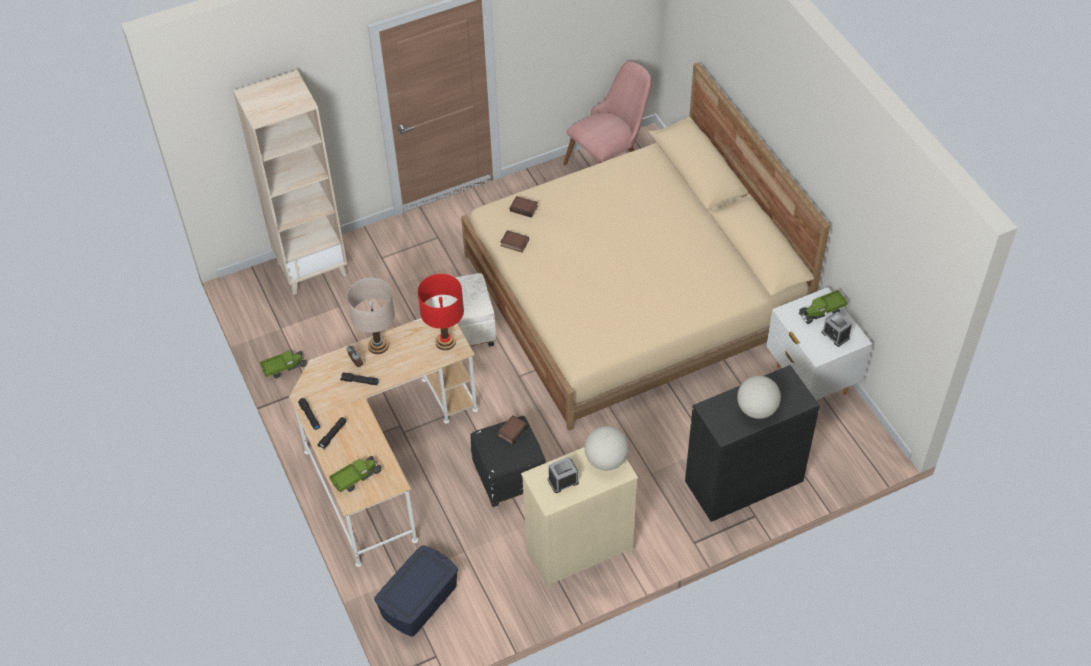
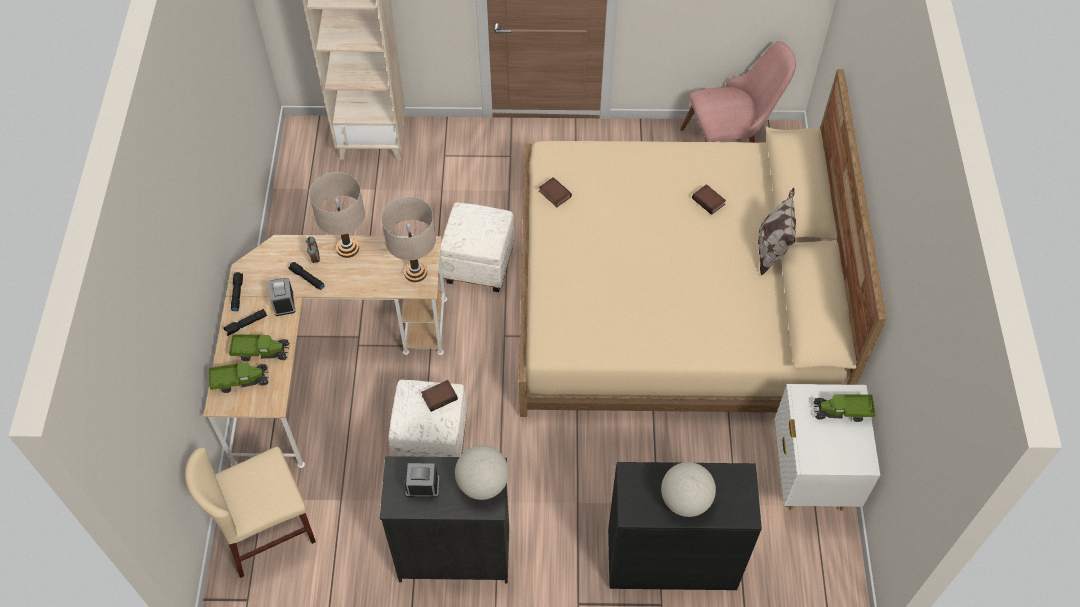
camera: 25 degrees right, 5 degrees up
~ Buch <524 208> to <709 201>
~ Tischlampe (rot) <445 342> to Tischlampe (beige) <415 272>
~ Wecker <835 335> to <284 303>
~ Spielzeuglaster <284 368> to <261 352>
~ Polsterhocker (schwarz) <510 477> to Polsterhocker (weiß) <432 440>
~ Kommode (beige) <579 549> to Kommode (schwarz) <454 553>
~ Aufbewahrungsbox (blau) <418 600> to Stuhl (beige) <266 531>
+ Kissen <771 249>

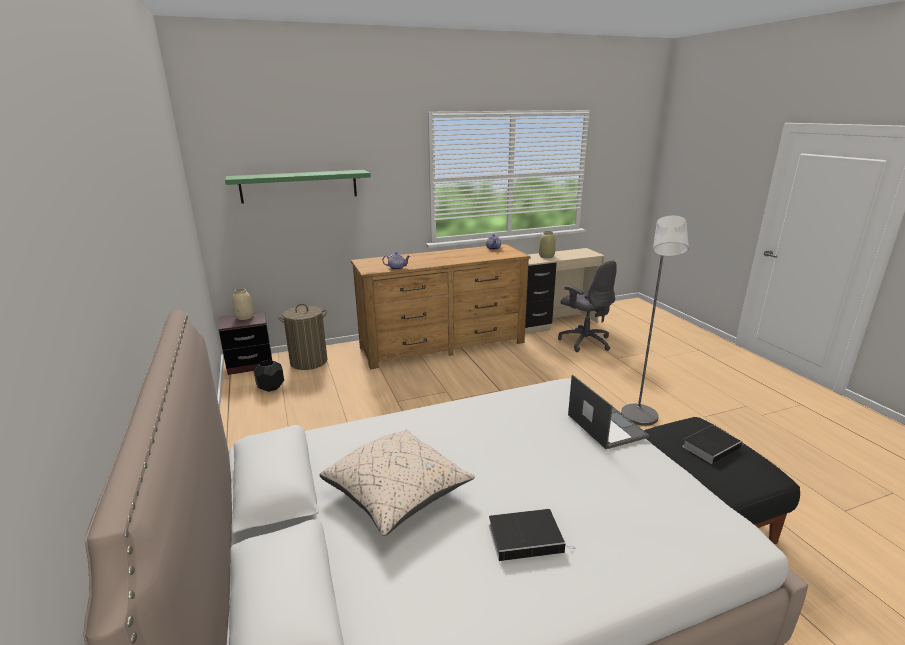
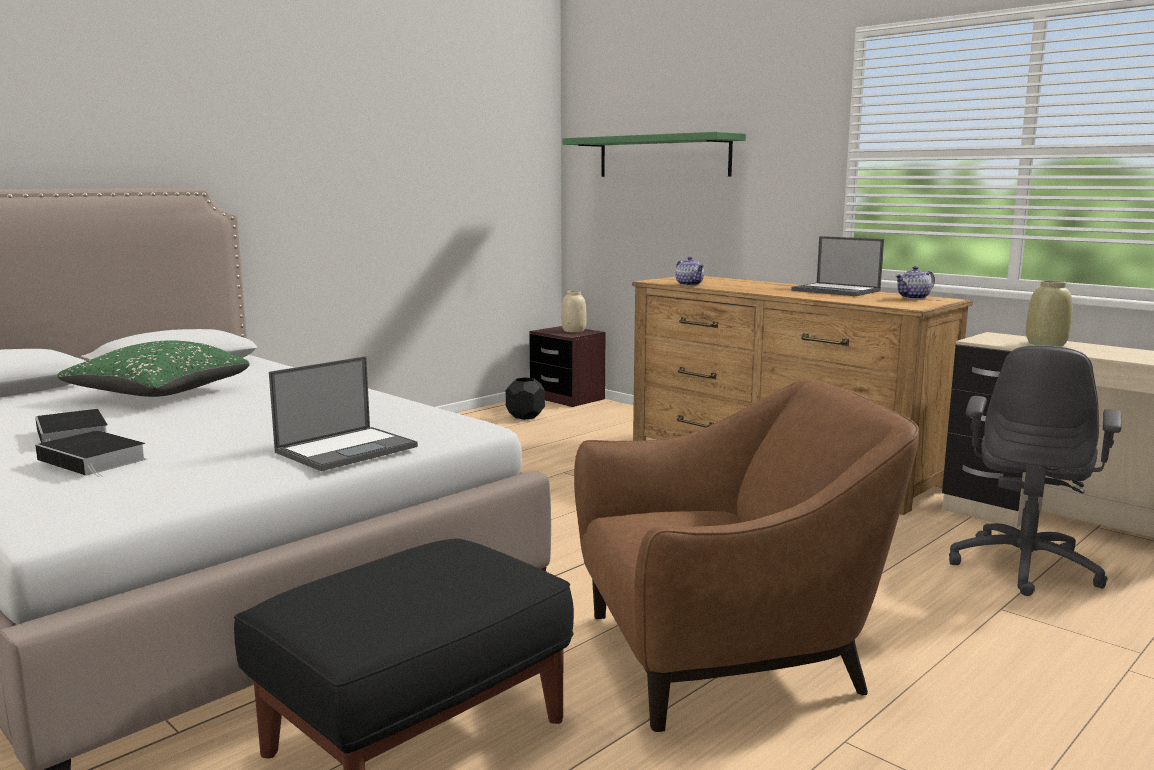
camera: 65 degrees right, 10 degrees down
~ Stehlampe (grau) <640 419> to Sessel (braun) <726 656>
- Wäschekorb <309 361>
~ Buch <711 446> to <95 460>
~ Kissen (beige) <397 494> to Kissen (grün) <159 395>
+ Laptop <837 291>

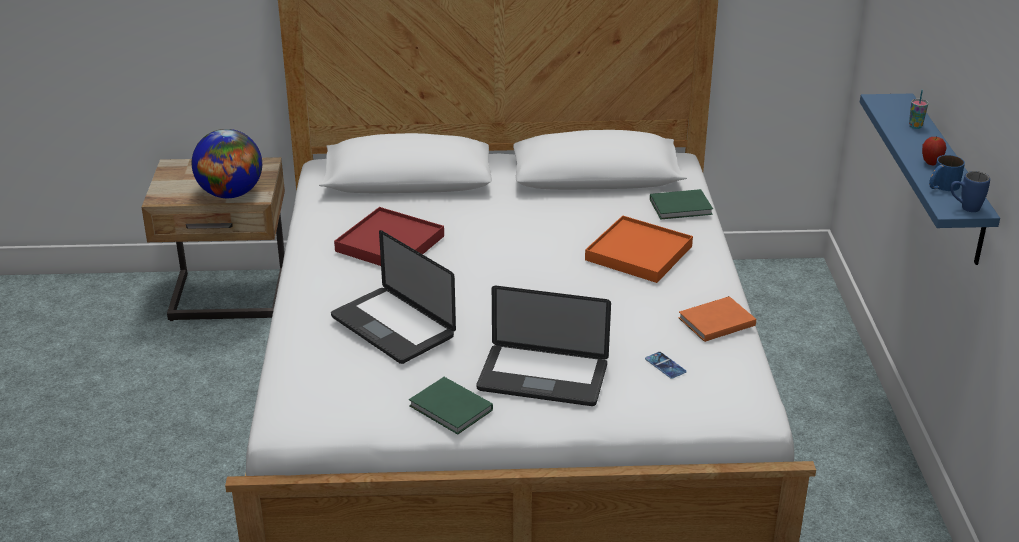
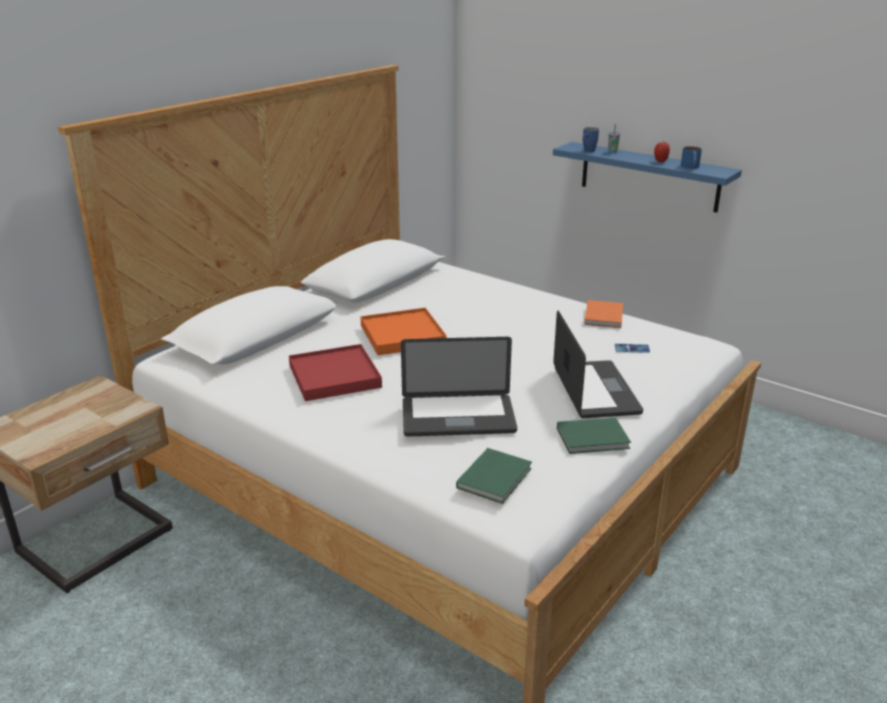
camera: 50 degrees left, 5 degrees down
- Globus <231 194>
~ Henkelbecher (blau) <964 208> to <587 151>
~ Buch (grün) <682 207> to <496 477>
~ Tablett (orange) <639 253> to <403 335>
~ Laptop <542 377> = <595 391> 60 degrees counterclockwise

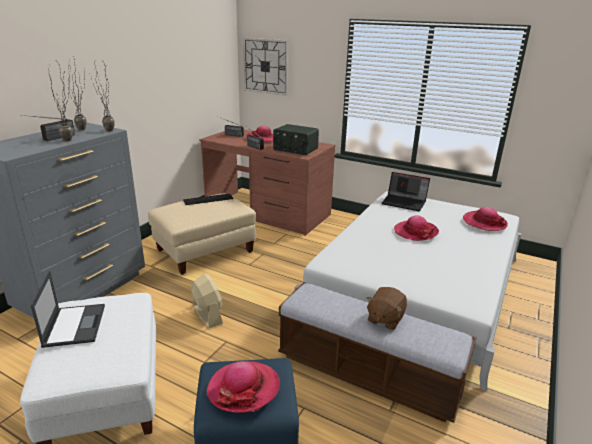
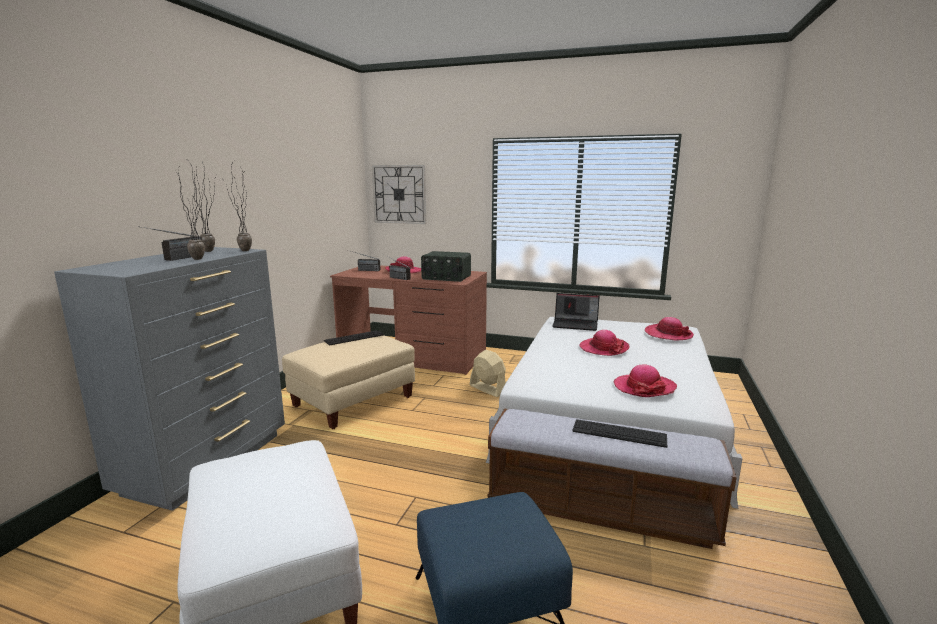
camera: 10 degrees left, 10 degrees down
- Laptop <75 325>
~ Ventilator (beige) <207 314> to <487 389>
~ Plüschtier (braun) <384 319> to Tastatur <619 433>
~ Hut <244 388> to <644 387>

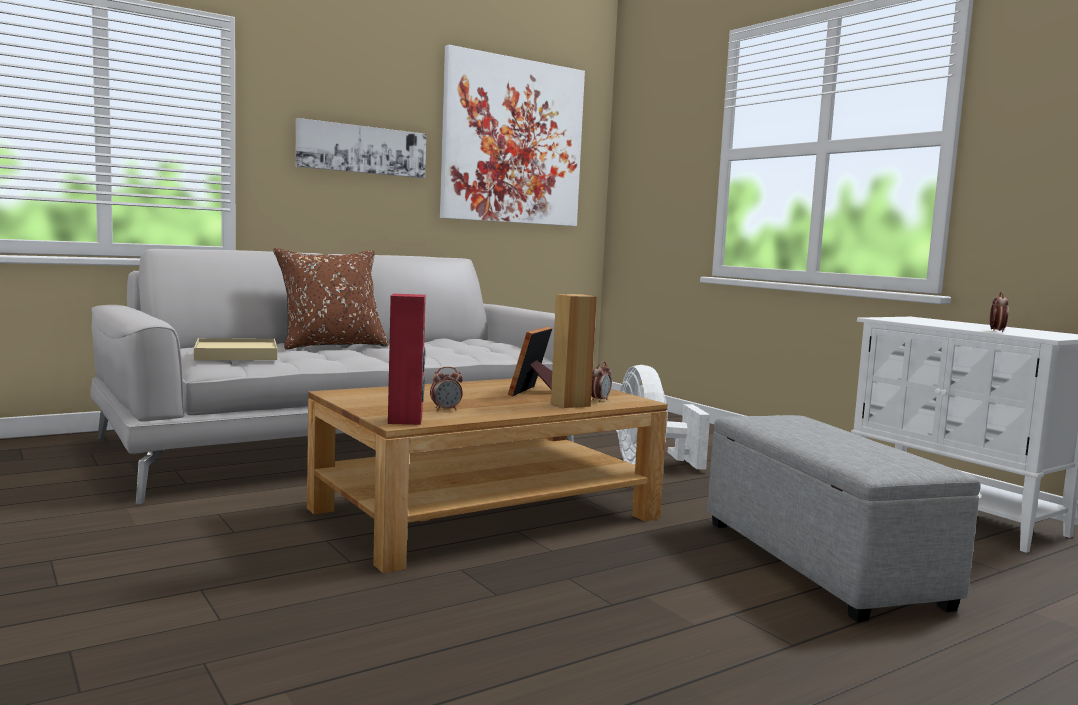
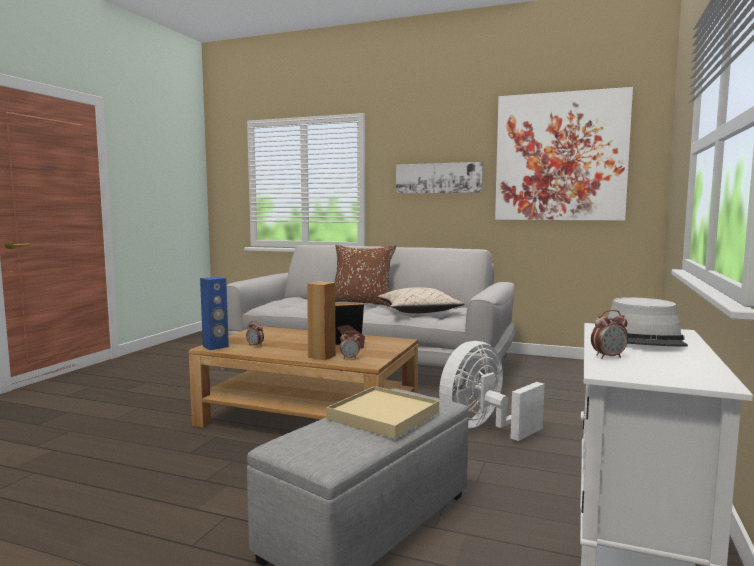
camera: 55 degrees right, 0 degrees up
~ Lautsprecher (rot) <406 420> to Lautsprecher (blau) <215 347>
~ Tablett (beige) <236 354> to <383 416>
+ Kissen (beige) <418 312>
+ Hut (grau) <644 339>

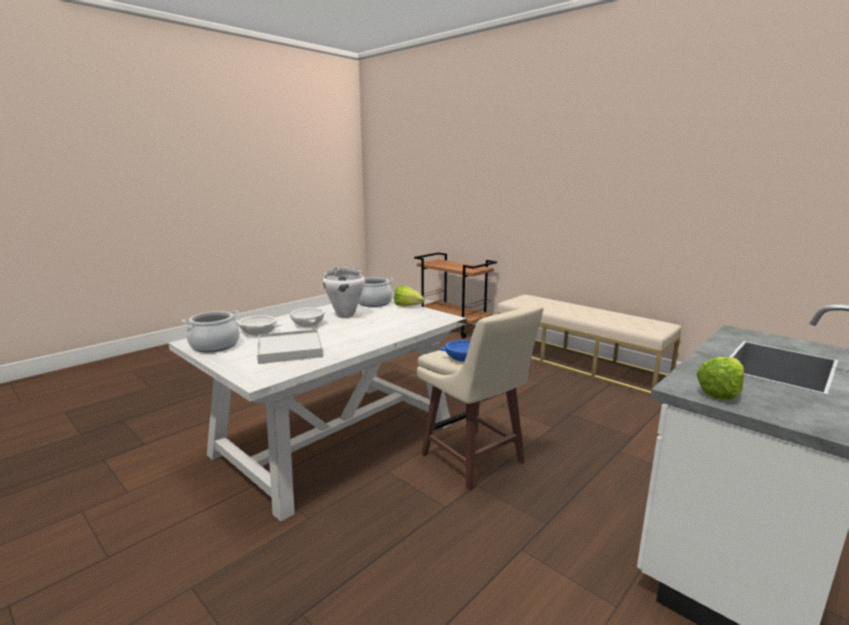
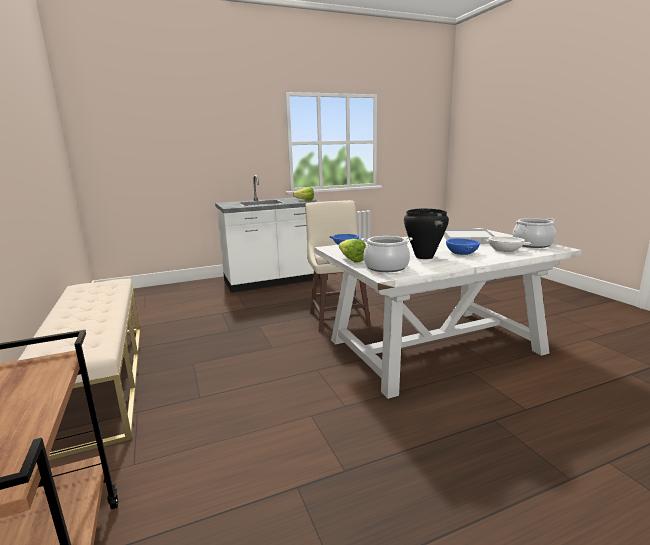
camera: 155 degrees left, 0 degrees up
~ Kochtopf (weiß) <346 315> to Kochtopf (schwarz) <424 257>
~ Schüssel (weiß) <308 324> to Schüssel (blau) <461 253>

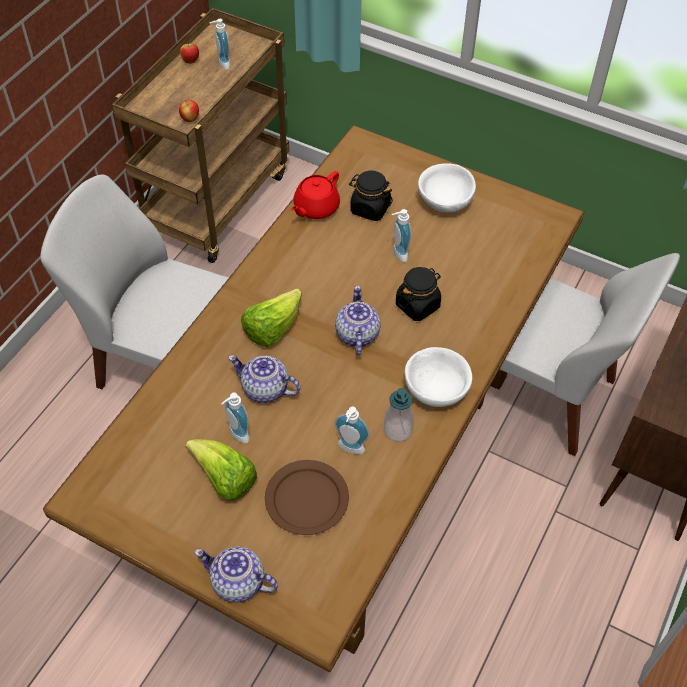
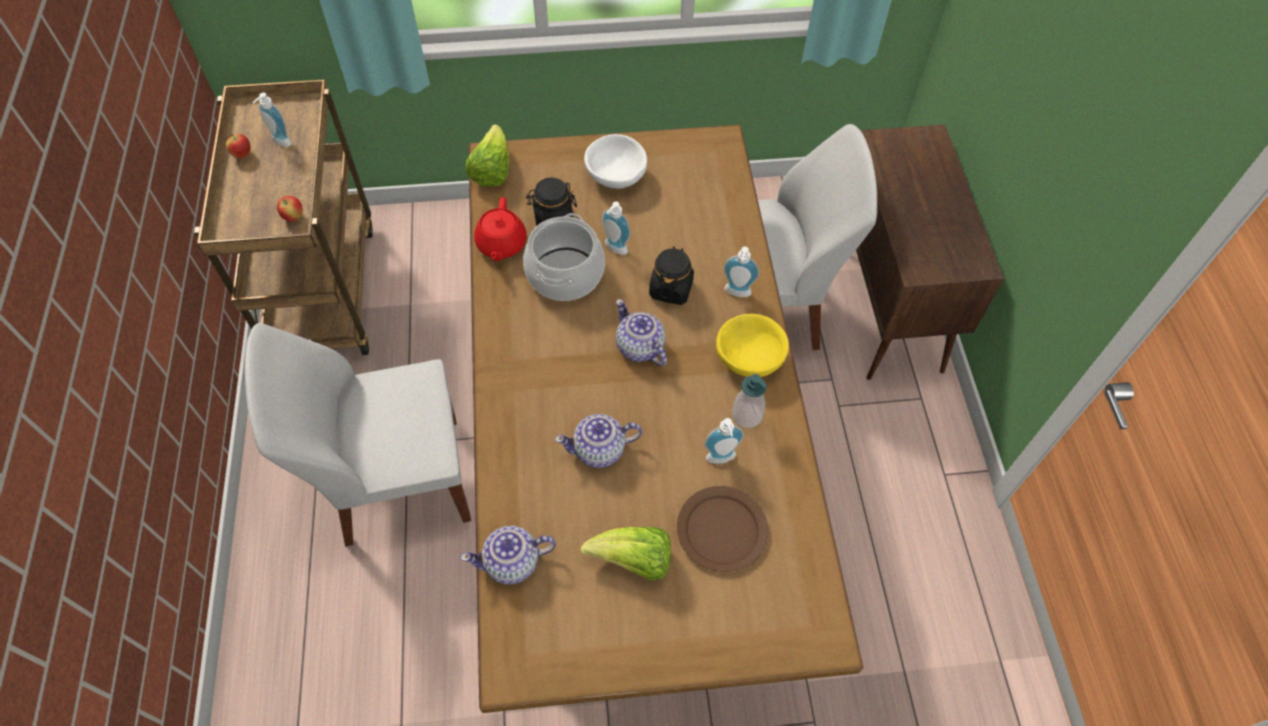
camera: 35 degrees left, 5 degrees up
~ Salatkopf <272 329> to <492 170>
~ Schüssel (weiß) <436 390> to Schüssel (gelb) <749 358>
~ Seifenspender <236 435> to <737 293>
~ Teekanne <238 583> to <513 562>
+ Kochtopf <565 274>

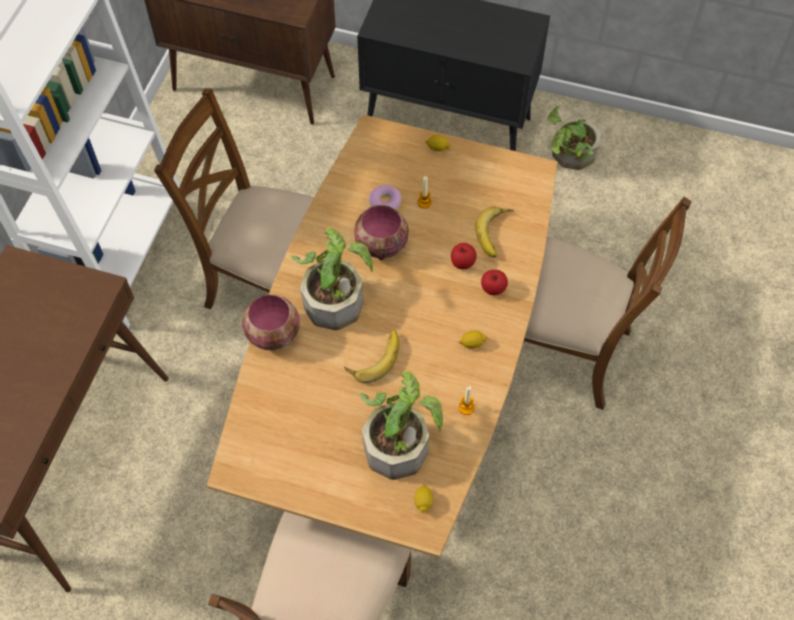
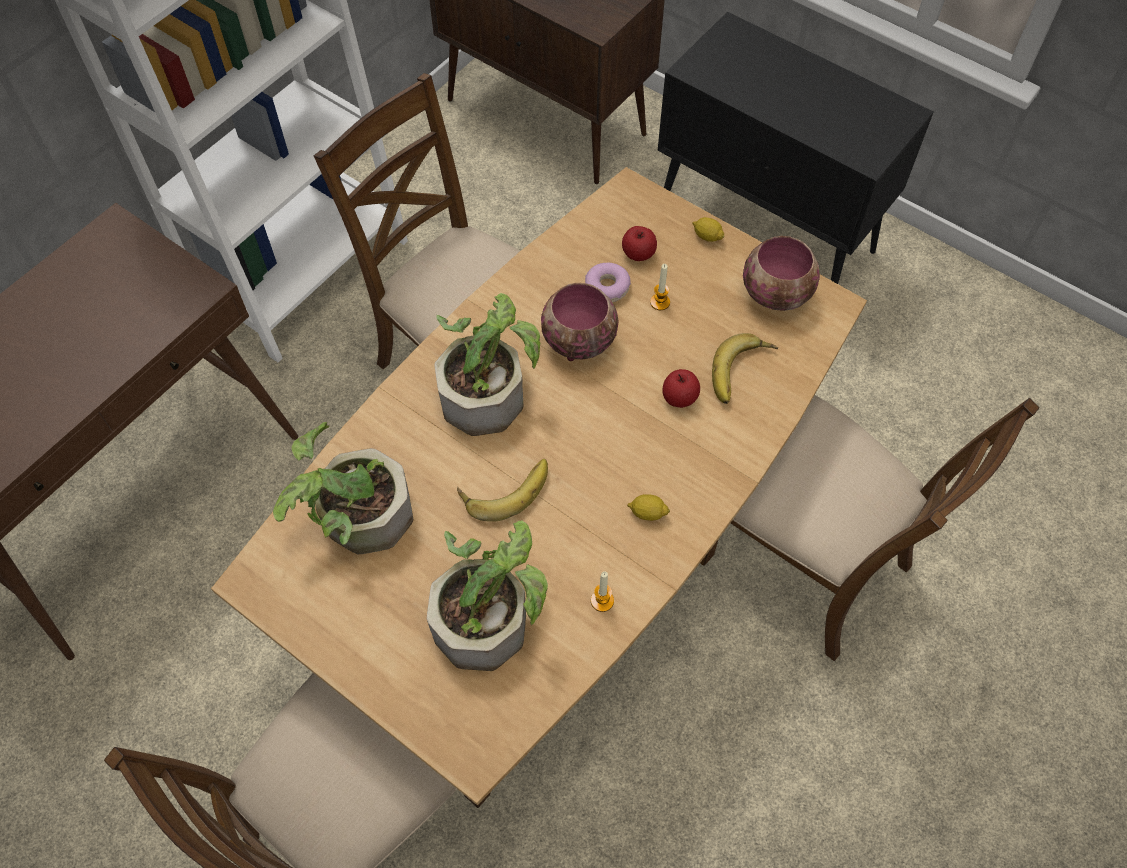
camera: 20 degrees right, 0 degrees up
~ Topfpflanze <569 156> to <355 518>
~ Apfel <493 288> to <638 254>
~ Schüssel <274 334> to <777 295>
- Zitrone <423 501>

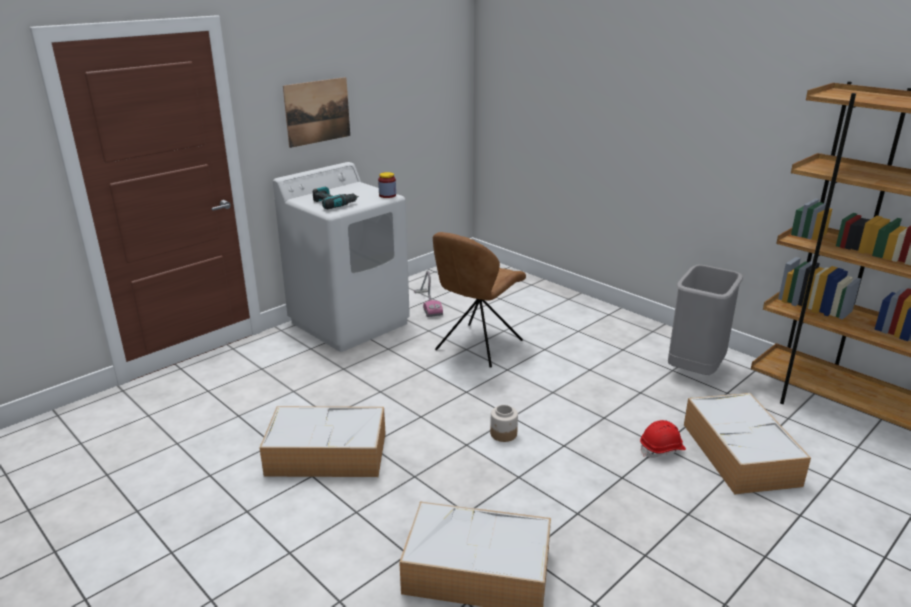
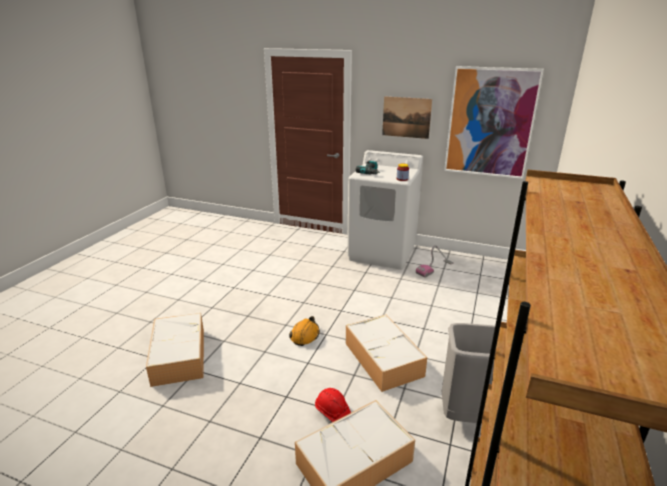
camera: 65 degrees right, 0 degrees up
- Stuhl (braun) <477 346>
~ Vorratsglas <503 434> to Schutzhelm (orange) <305 335>
~ Aufbewahrungsbox <329 454> to <384 360>
+ Bild <490 123>

